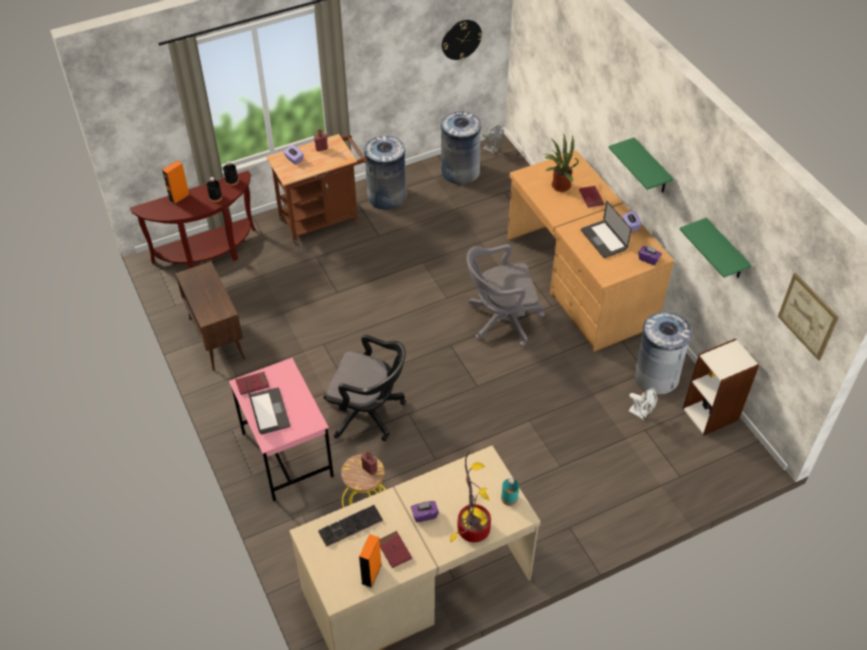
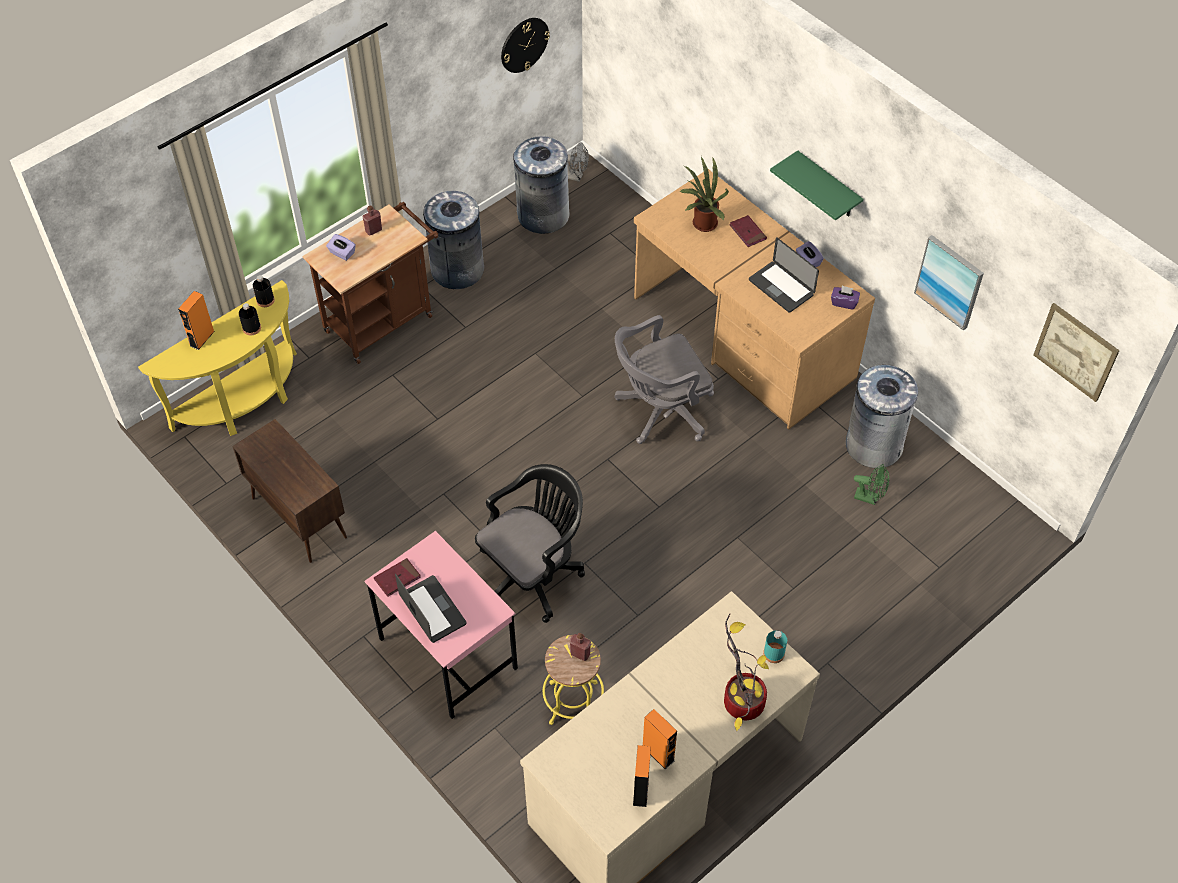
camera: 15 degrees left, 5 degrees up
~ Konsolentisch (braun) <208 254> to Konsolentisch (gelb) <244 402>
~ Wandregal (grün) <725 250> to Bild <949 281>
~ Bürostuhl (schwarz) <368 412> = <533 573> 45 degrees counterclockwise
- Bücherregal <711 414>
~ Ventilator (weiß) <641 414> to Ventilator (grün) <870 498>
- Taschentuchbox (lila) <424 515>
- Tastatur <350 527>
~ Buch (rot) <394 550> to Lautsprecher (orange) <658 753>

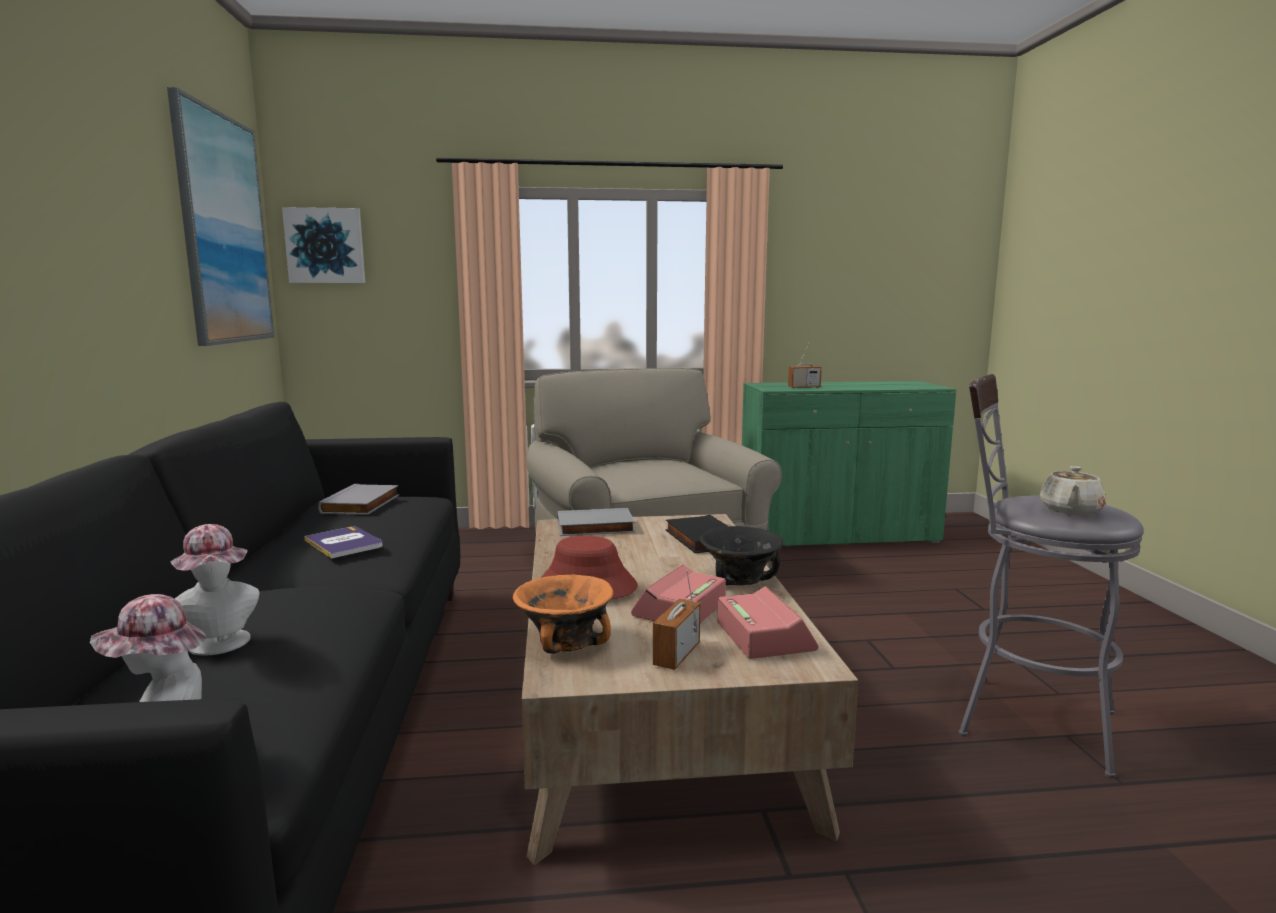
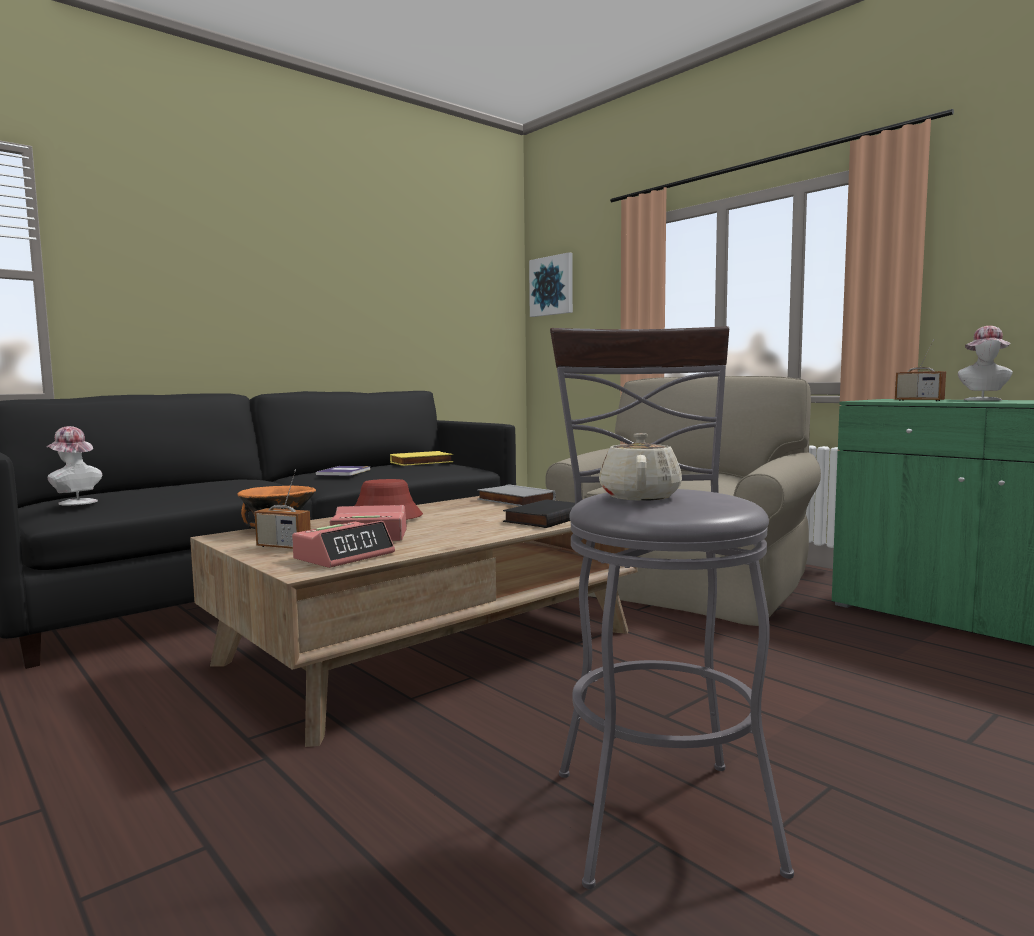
camera: 55 degrees right, 5 degrees down
- Bild <223 229>
~ Teekanne (beige) <1070 510> = <640 496> 105 degrees clockwise
~ Buch (grau) <362 504> to Buch (gelb) <421 462>
~ Hut <221 645> to <983 400>
- Schüssel (schwarz) <740 580>
~ Radio <676 655> = <283 547> 150 degrees counterclockwise

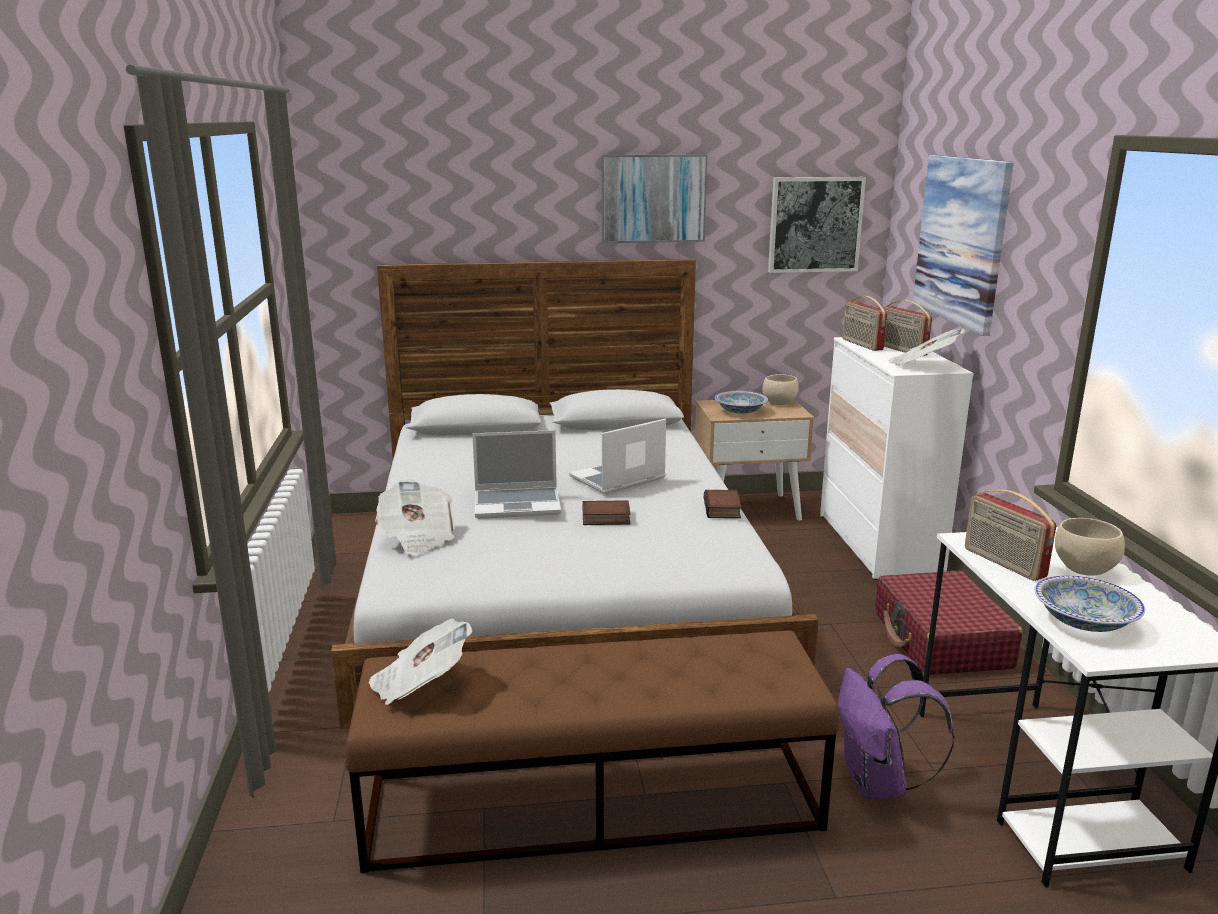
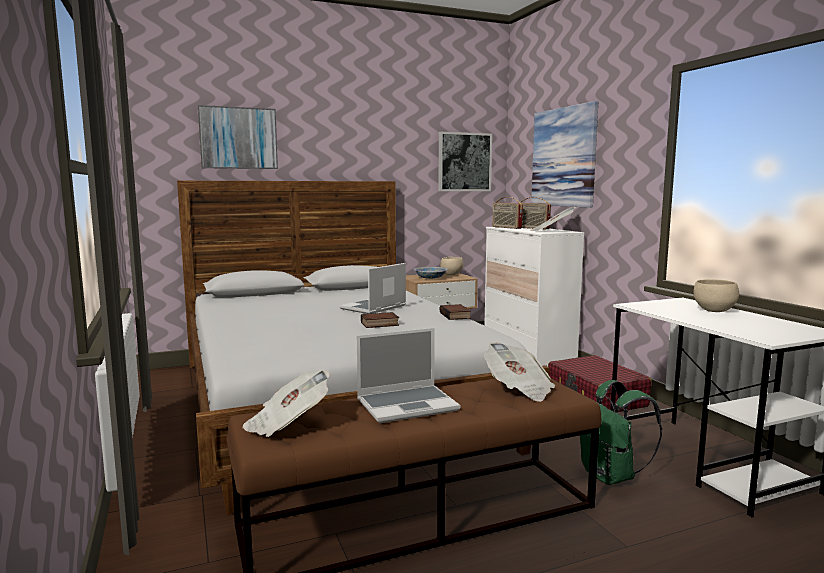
camera: 15 degrees left, 10 degrees down
~ Bild <653 198> to <238 138>
~ Laptop <518 504> to <408 405>
~ Zeitung <417 537> to <518 389>
- Radio <1003 563>
- Schüssel <1084 622>
~ Rucksack (lila) <879 784> to Rucksack (grün) <610 476>

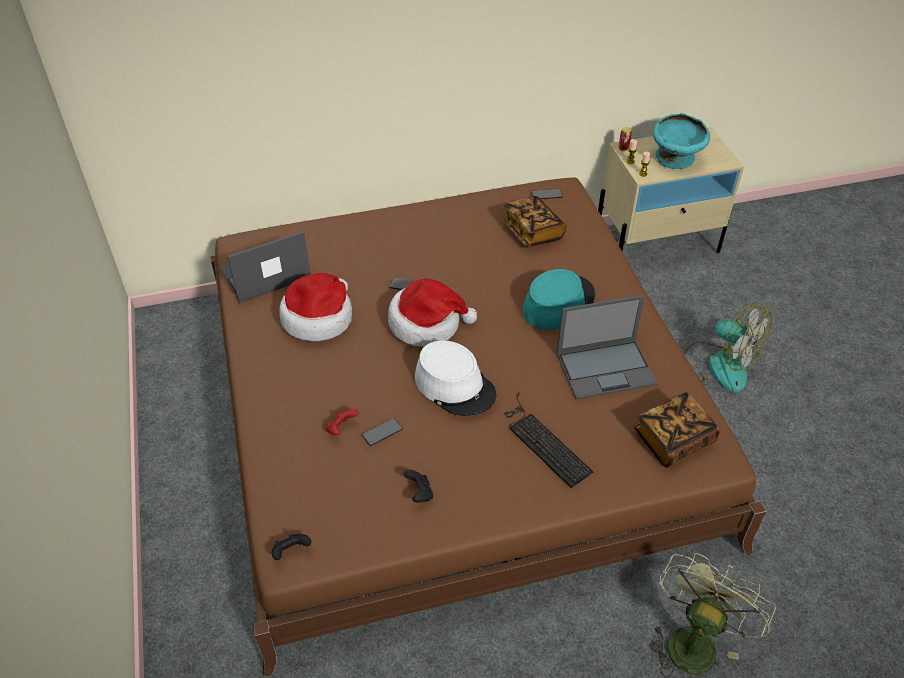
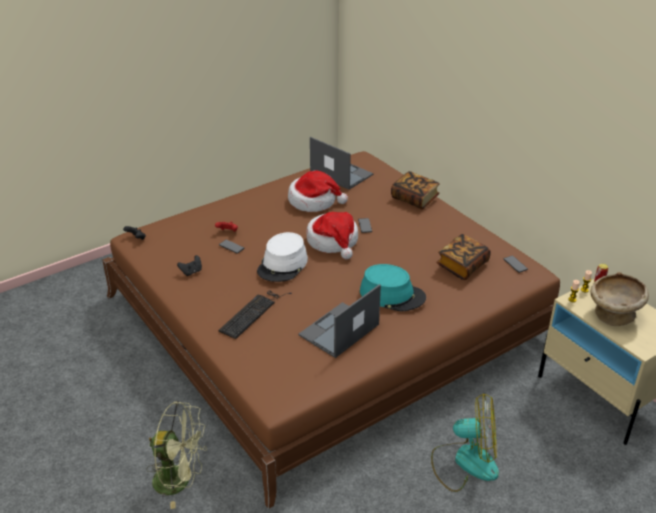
camera: 70 degrees right, 10 degrees down
~ Schüssel (türkis) <676 159> to Schüssel (beige) <613 316>
~ Laptop <606 368> = <338 330> 75 degrees clockwise
~ Ventilator <718 366> = <465 462> 105 degrees counterclockwise
~ Buch <673 440> to <414 199>

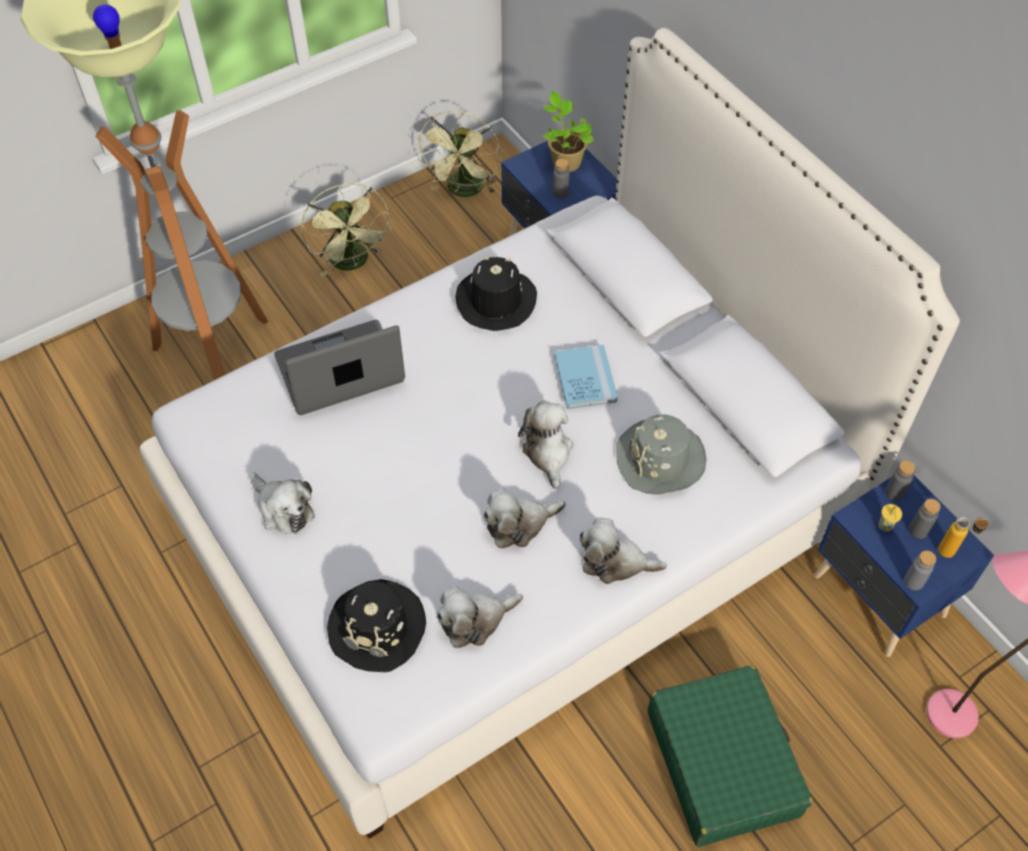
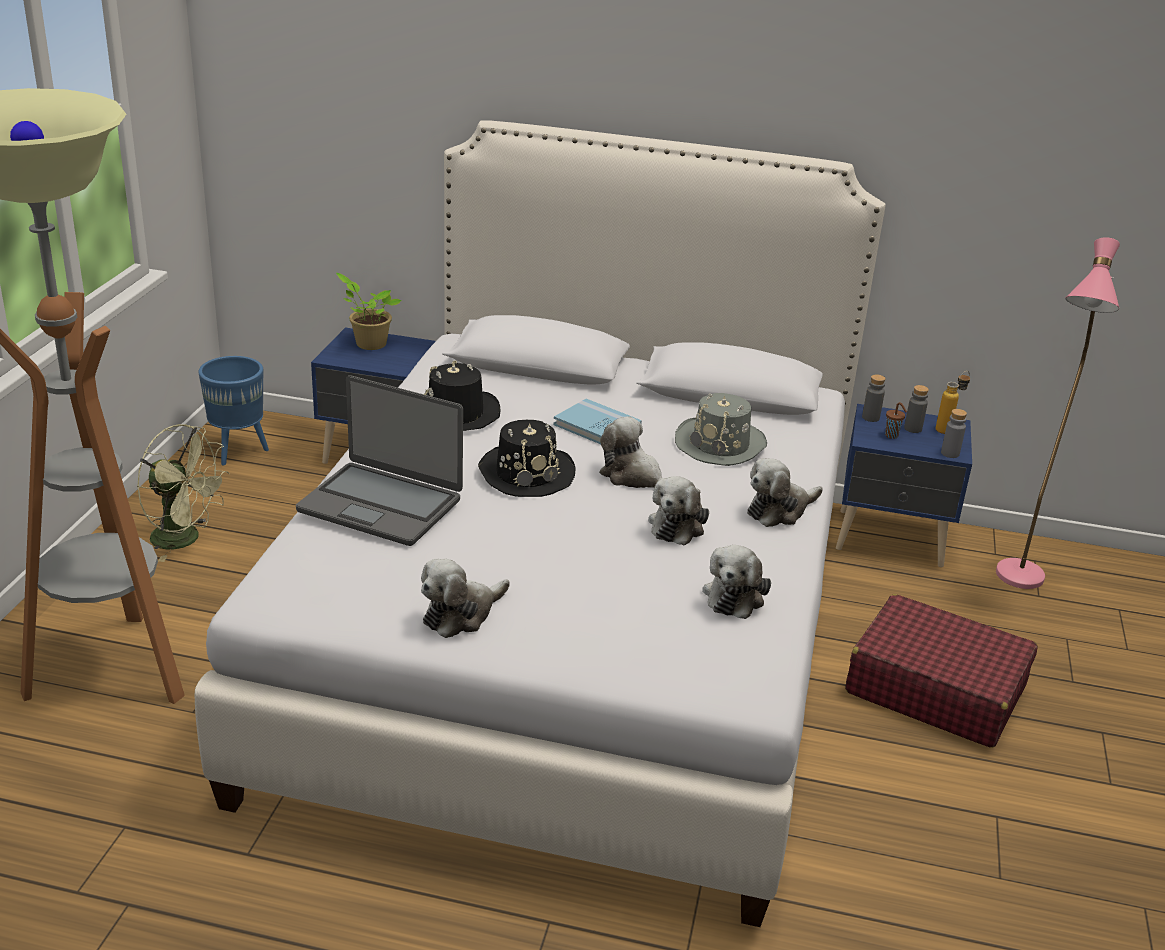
camera: 45 degrees left, 25 degrees down
~ Ventilator (grün) <464 191> to Pflanzkübel (blau) <239 451>
- Flasche (grau) <560 193>
~ Laptop <340 371> = <381 504> 90 degrees counterclockwise
~ Plüschtier <283 509> = <461 614> 135 degrees clockwise
~ Tasse (gelb) <885 527> to Tasse (braun) <892 436>
~ Hut (schwarz) <378 627> to <526 473>
~ Koffer (grün) <722 762> to Koffer (rot) <935 689>

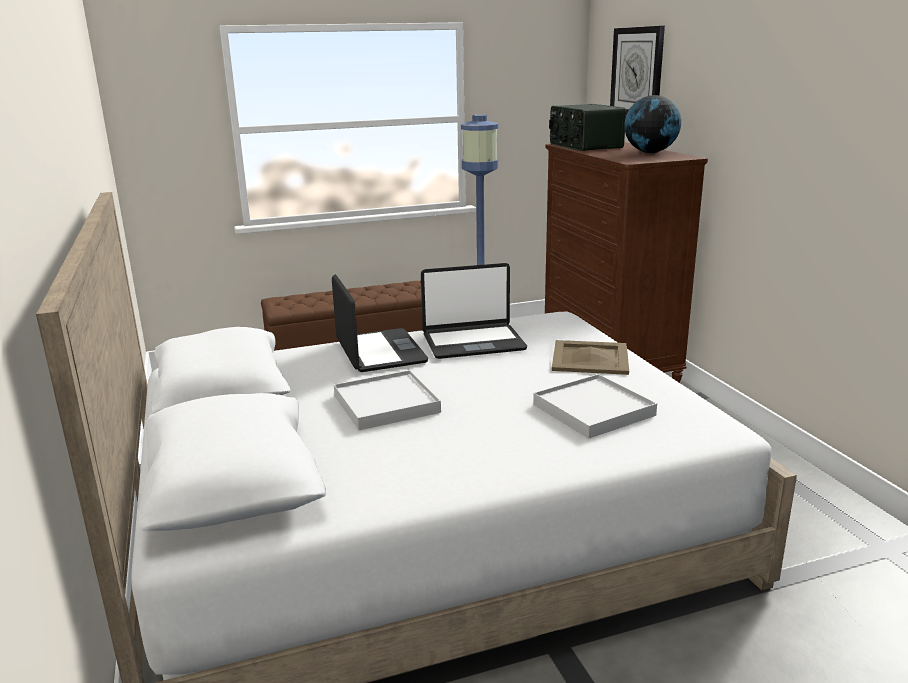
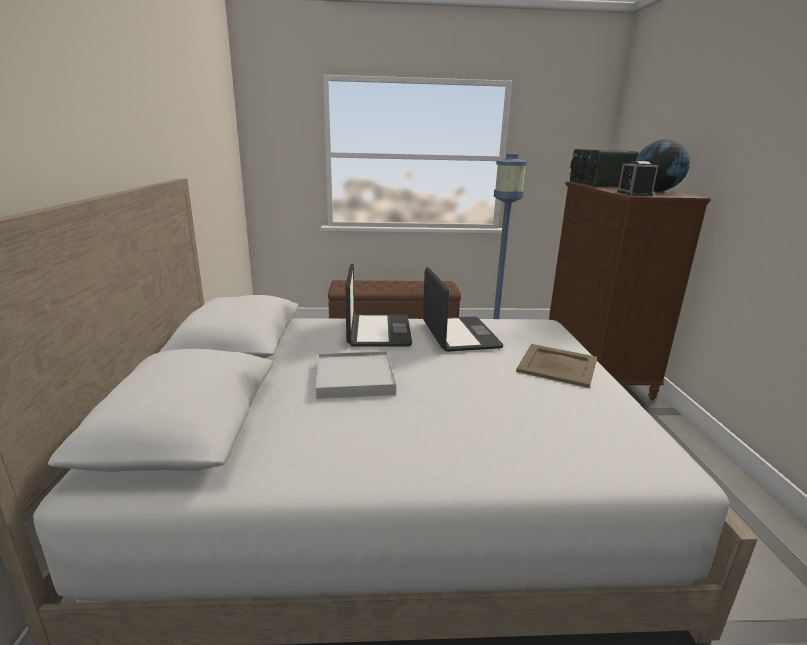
camera: 15 degrees right, 0 degrees up
- Wanduhr <637 72>
~ Laptop <473 342> = <459 335> 105 degrees counterclockwise
- Tablett (weiß) <593 410>
+ Wecker <634 194>

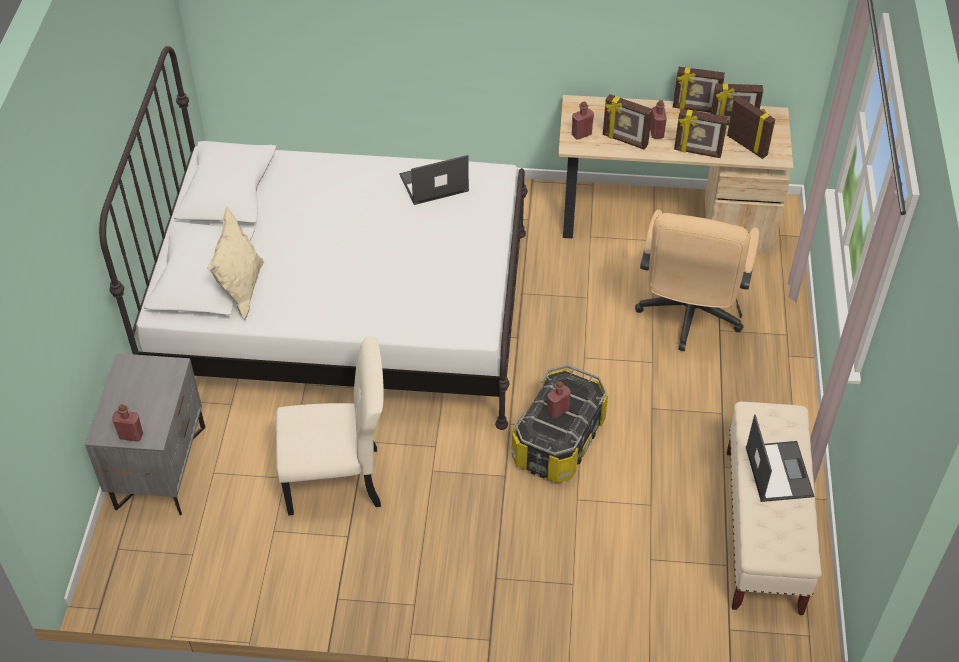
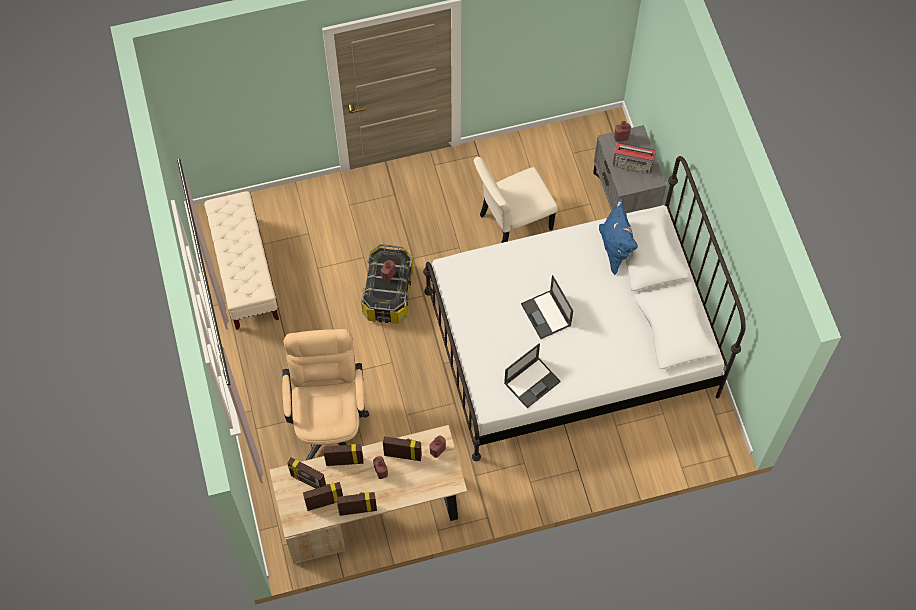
camera: 160 degrees right, 15 degrees up
~ Kissen (beige) <241 290> to Kissen (blau) <615 249>
~ Laptop <778 471> to <546 315>
+ Radio <633 164>

